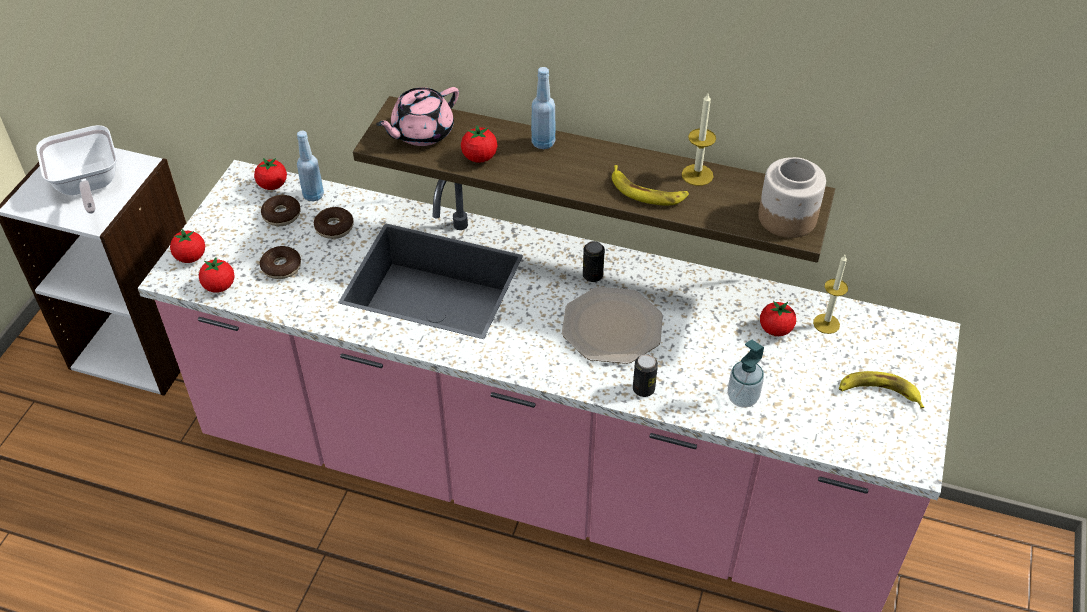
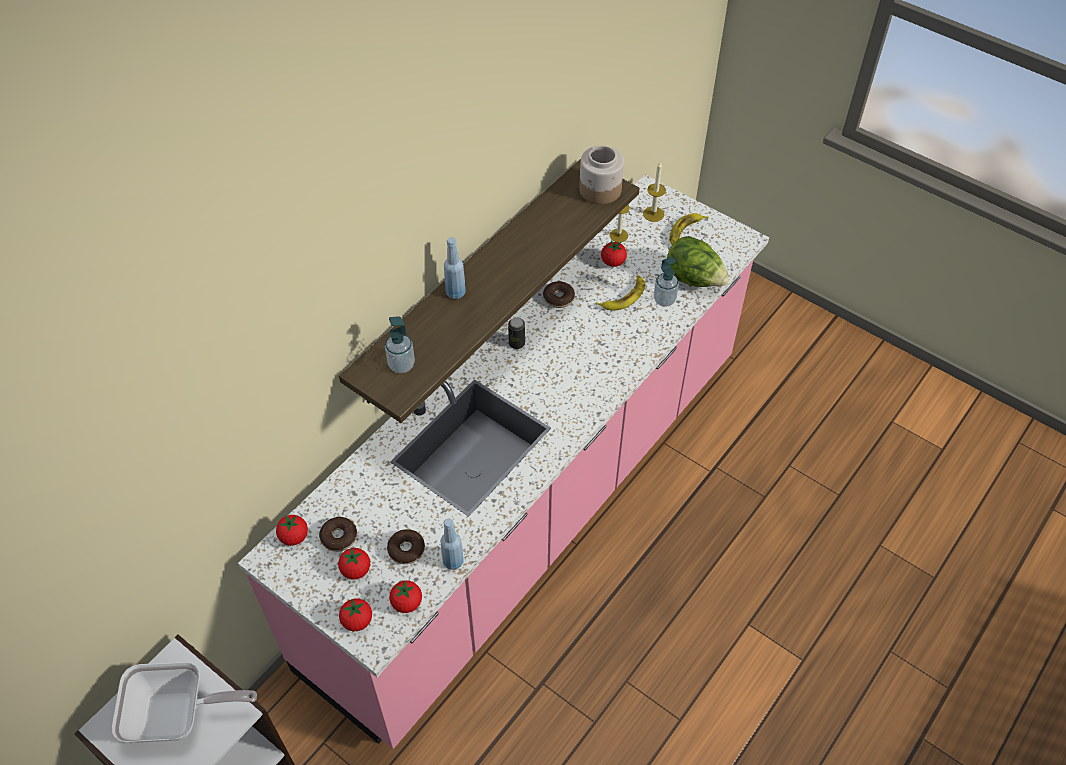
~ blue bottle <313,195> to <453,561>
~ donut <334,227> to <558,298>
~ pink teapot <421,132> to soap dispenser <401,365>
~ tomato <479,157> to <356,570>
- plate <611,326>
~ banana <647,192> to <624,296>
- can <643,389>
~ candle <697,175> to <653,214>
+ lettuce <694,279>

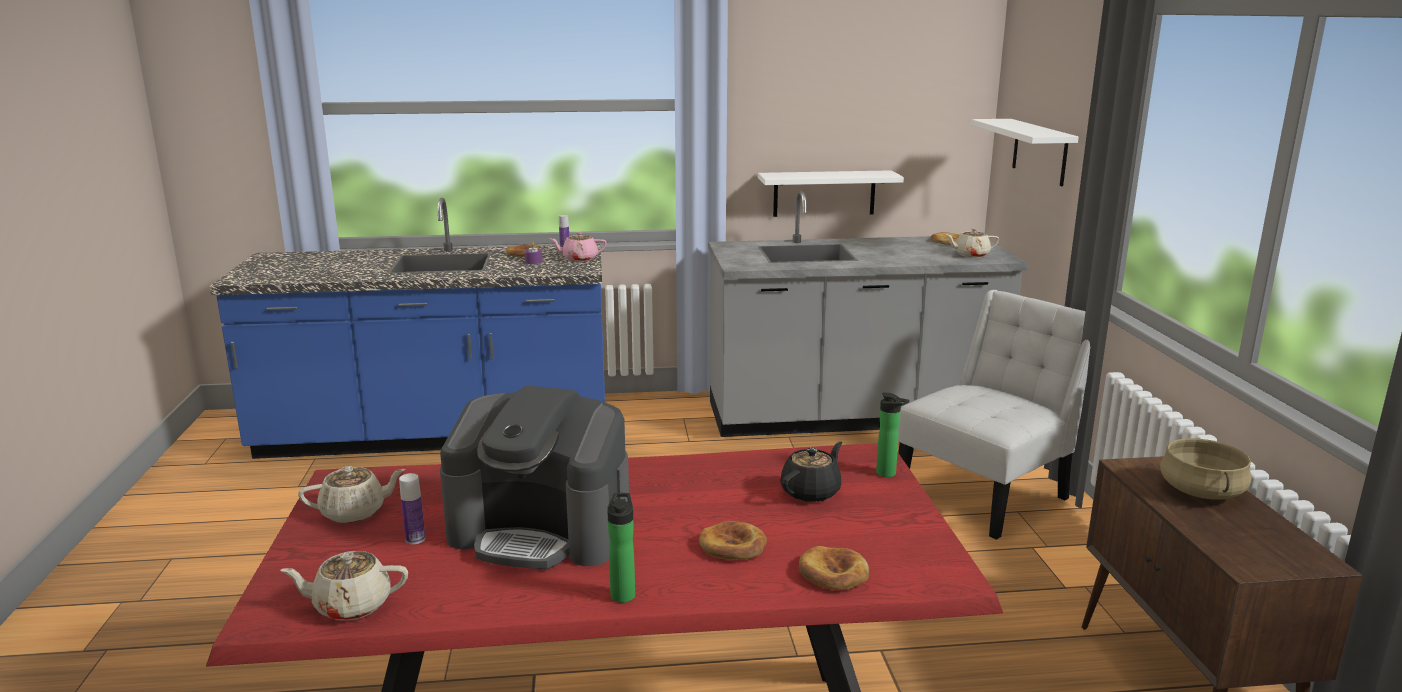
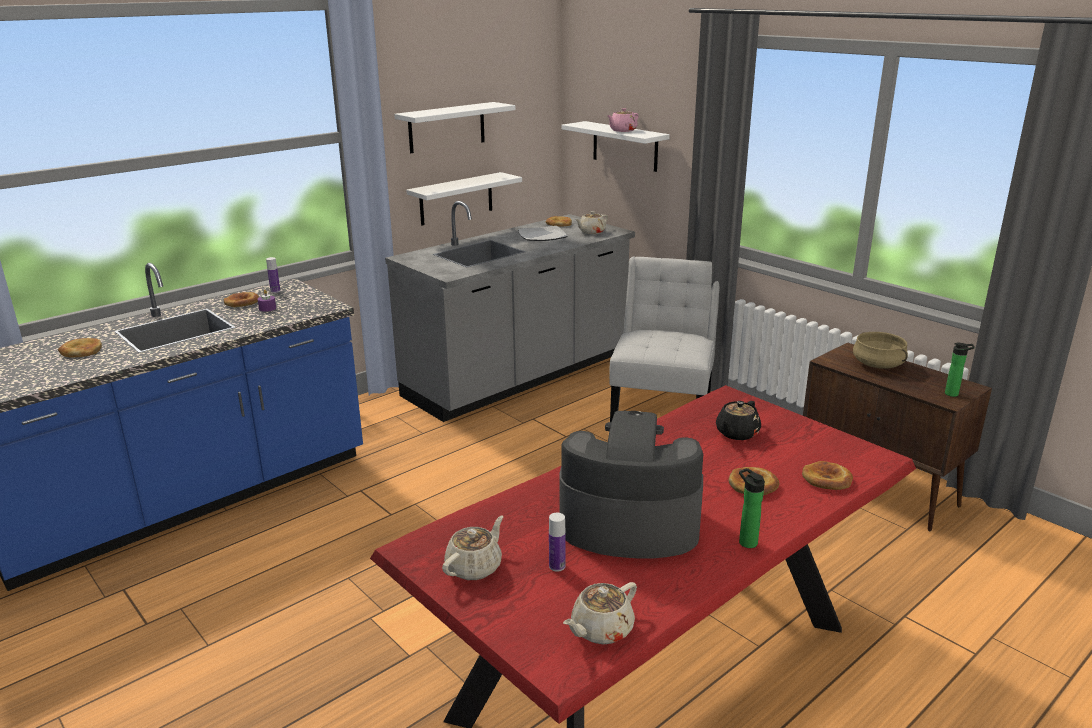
~ coffee machine <542,530> = <628,523> 150 degrees counterclockwise
~ pink teapot <579,259> to <622,130>
~ black teapot <811,492> = <736,433> 150 degrees counterclockwise
~ bottle <888,474> to <953,394>
+ bread <81,351>
+ white shelf <447,127>
+ plate <543,236>

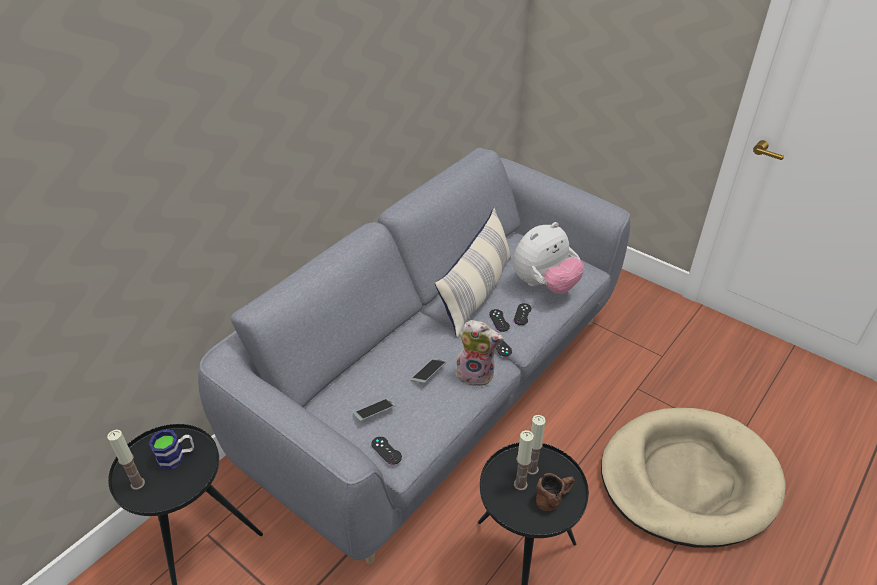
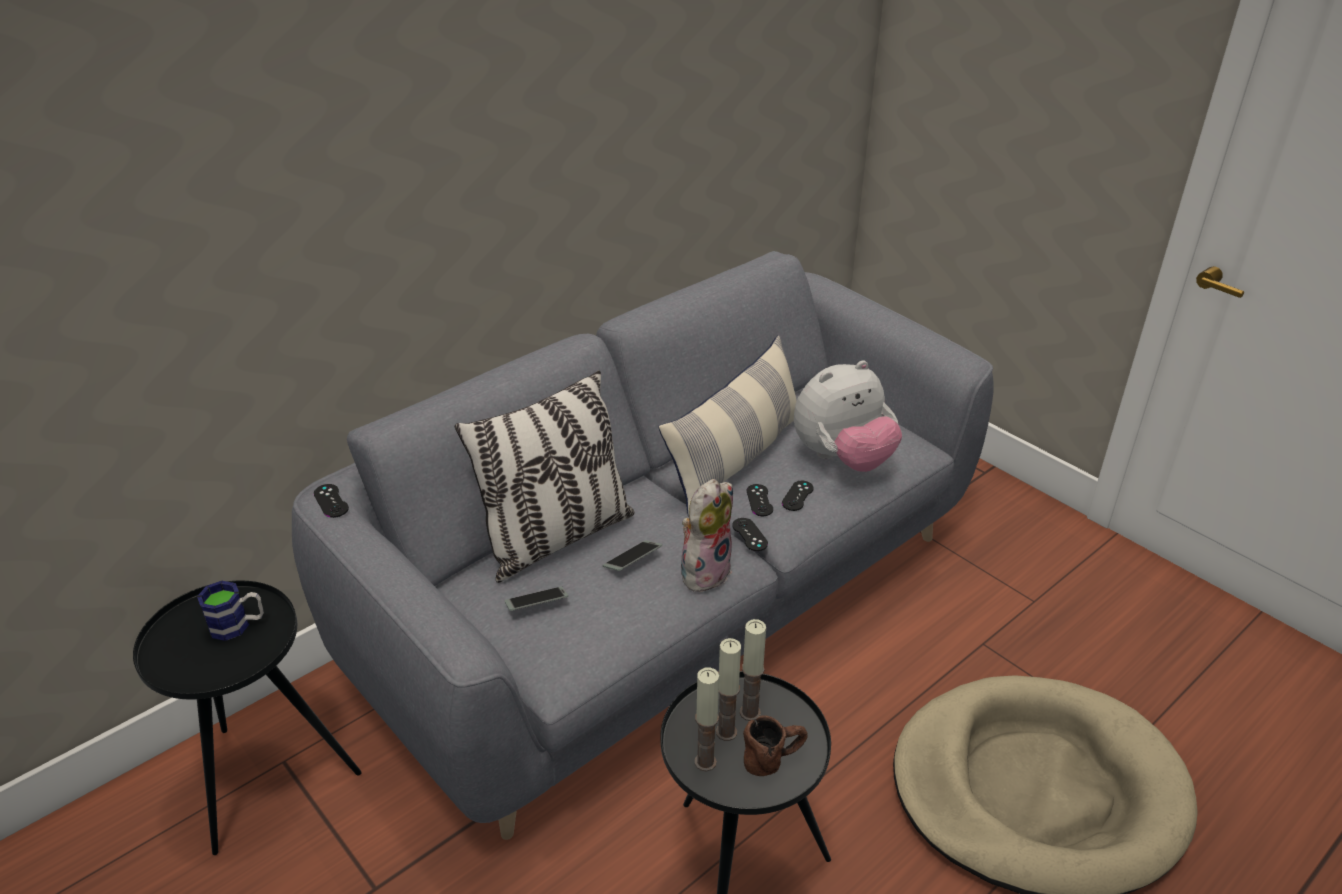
~ candle <137,484> to <705,762>
~ black game controller <386,450> to <331,501>
~ plush toy <476,374> = <704,571> 75 degrees counterclockwise
+ pillow <557,538>

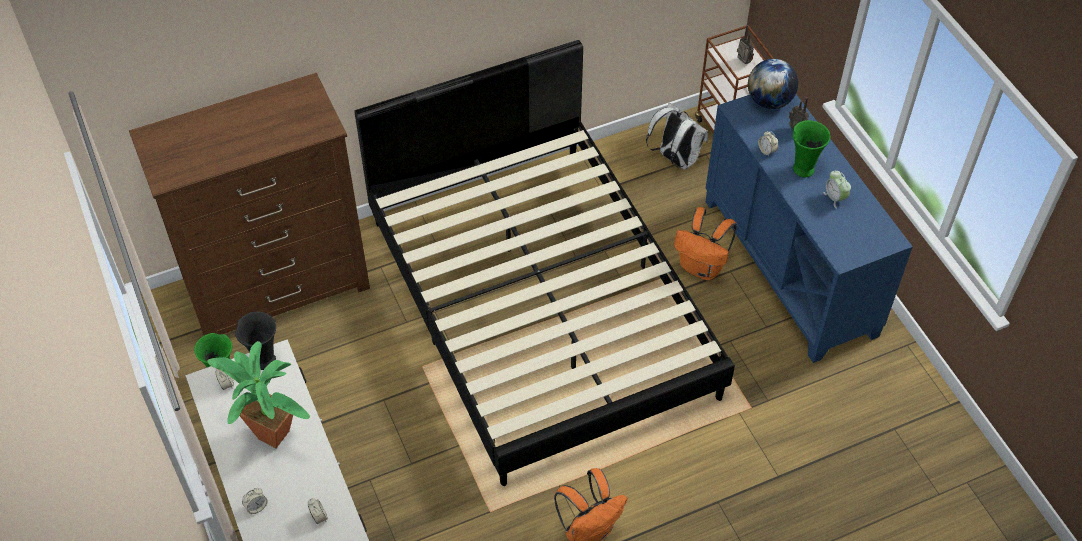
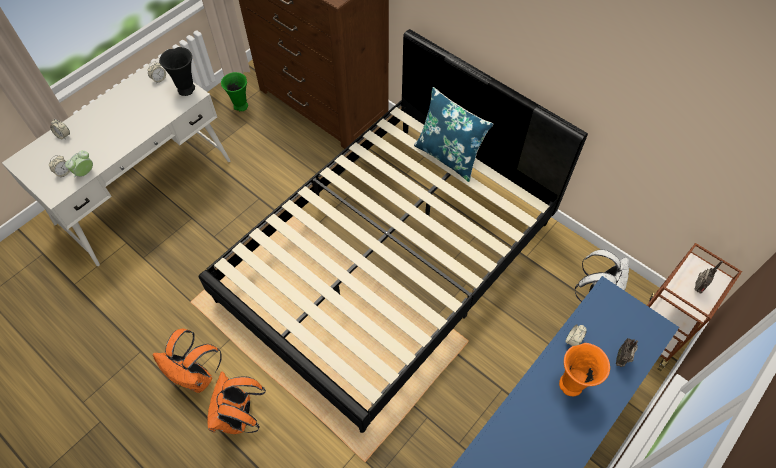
- potted plant <271,430>
~ orange backpack <702,267> to <240,416>
- globe <769,101>
~ green vase <803,168> to orange vase <572,384>
~ alarm clock <835,198> to <85,173>
+ blue pillow <448,156>

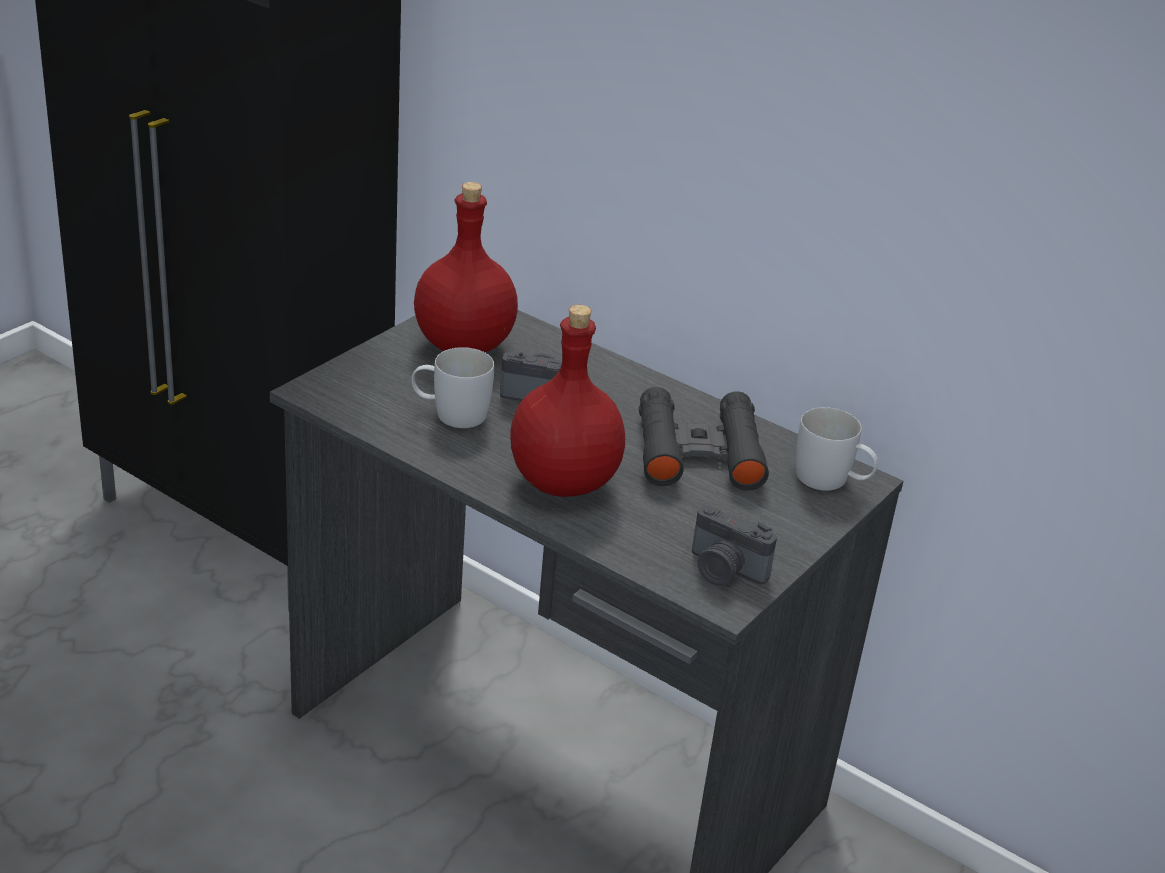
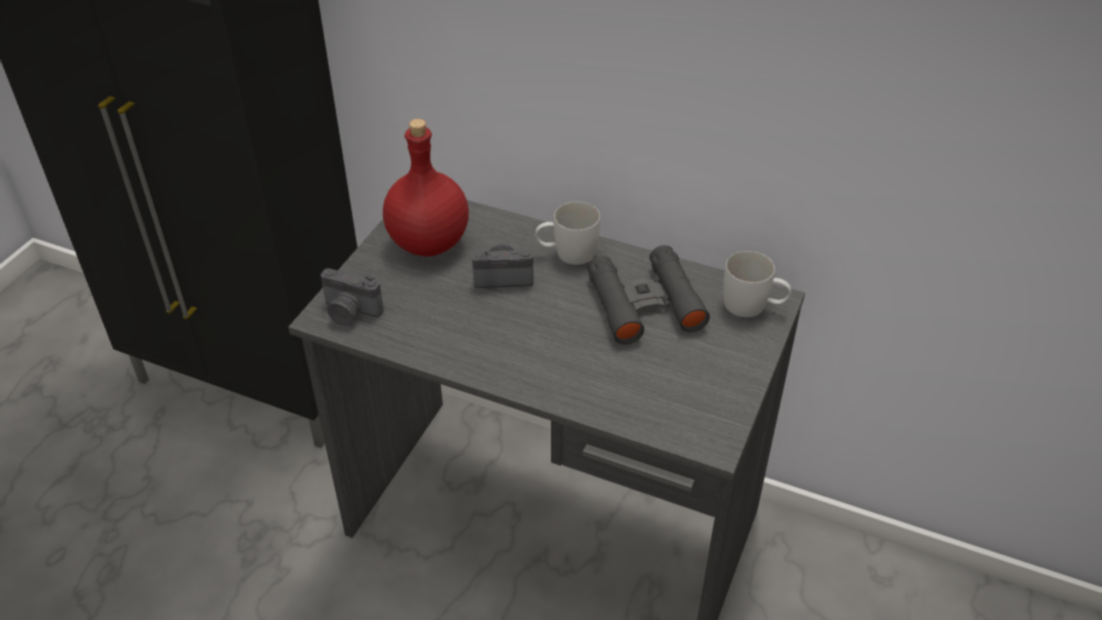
~ white mug <450,413> to <567,253>
- red bottle <565,482>
~ photo camera <724,571> to <350,312>

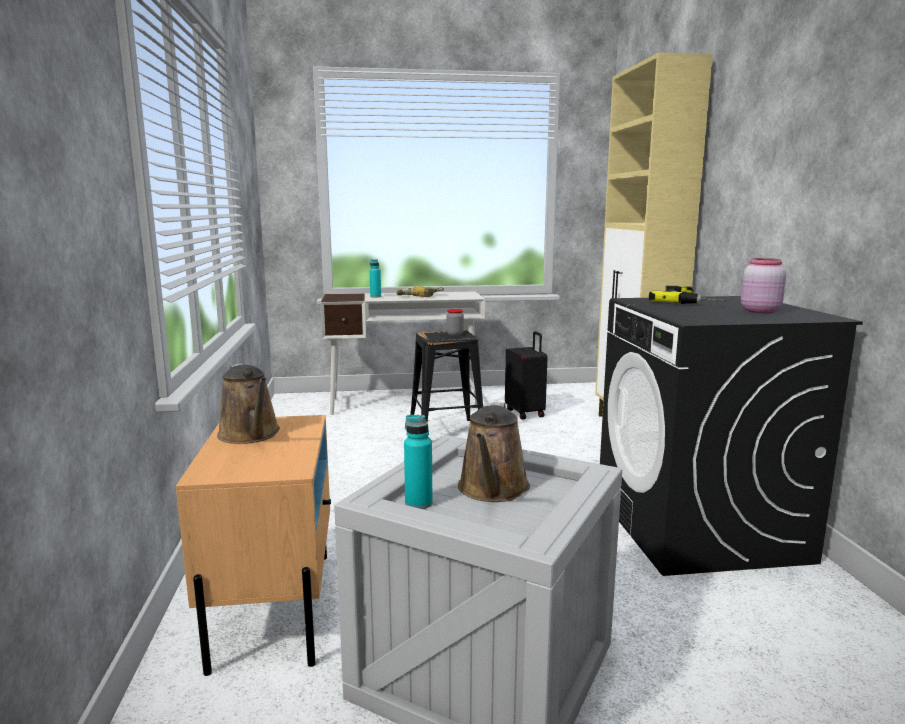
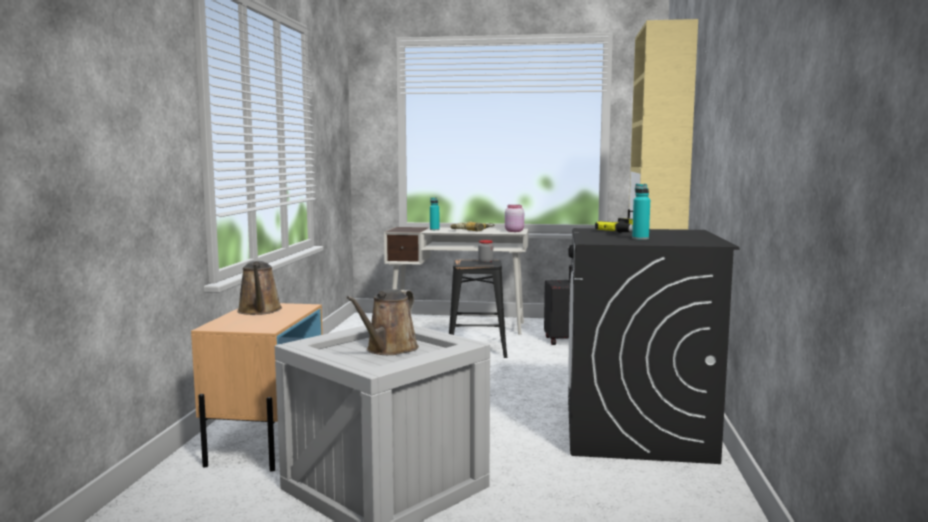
~ turquoise bottle <418,503> to <640,238>
~ pink jar <759,311> to <514,231>

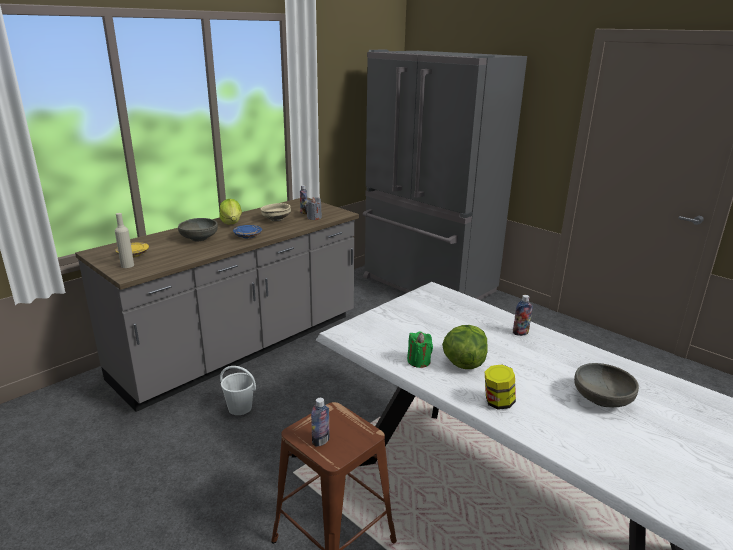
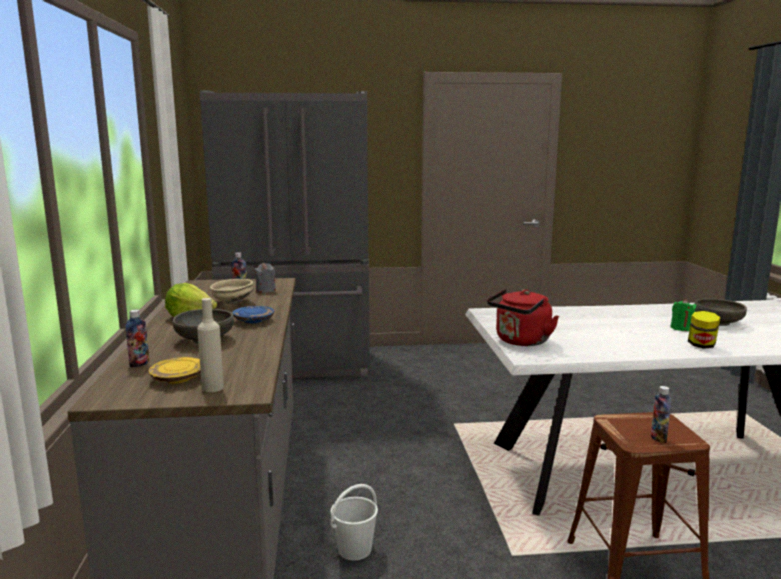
~ green candle <418,361> to <681,328>
- lettuce <463,363>
~ bottle <520,333> to <139,364>
+ red kettle <521,341>

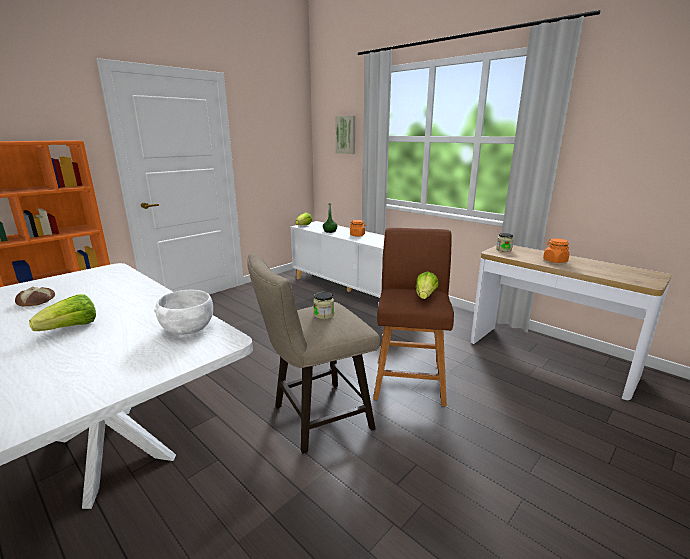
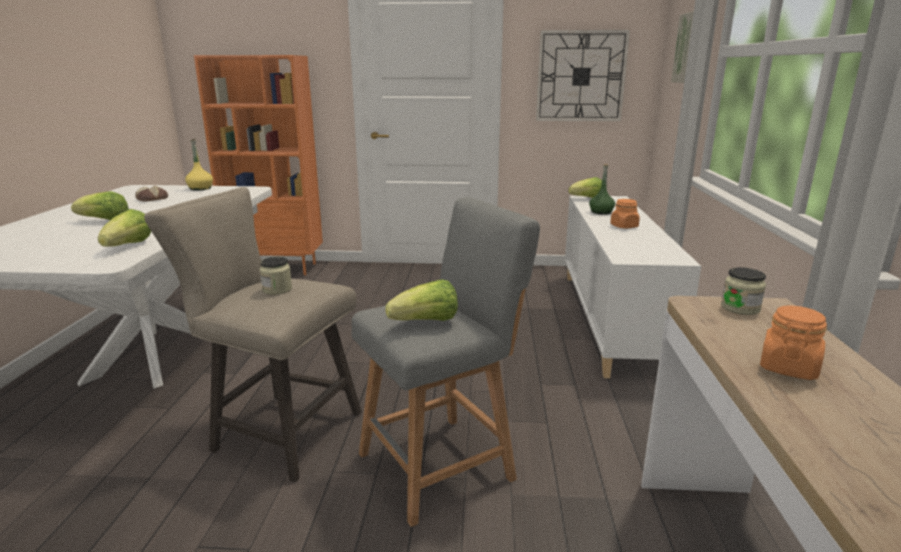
~ white bowl <187,328> to lettuce <129,246>
~ brown stool <409,379> to grey stool <442,463>
+ yellow bottle <200,188>
+ wall clock <581,76>

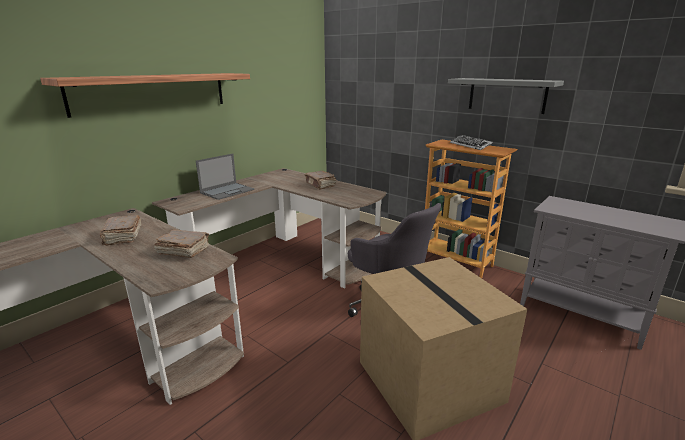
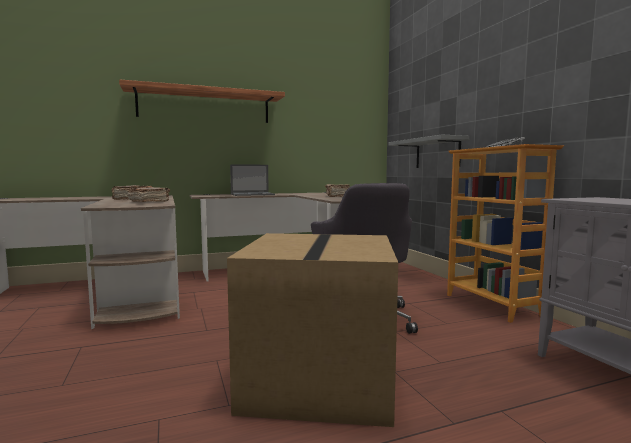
~ grey shelf <507,95> to <437,153>

